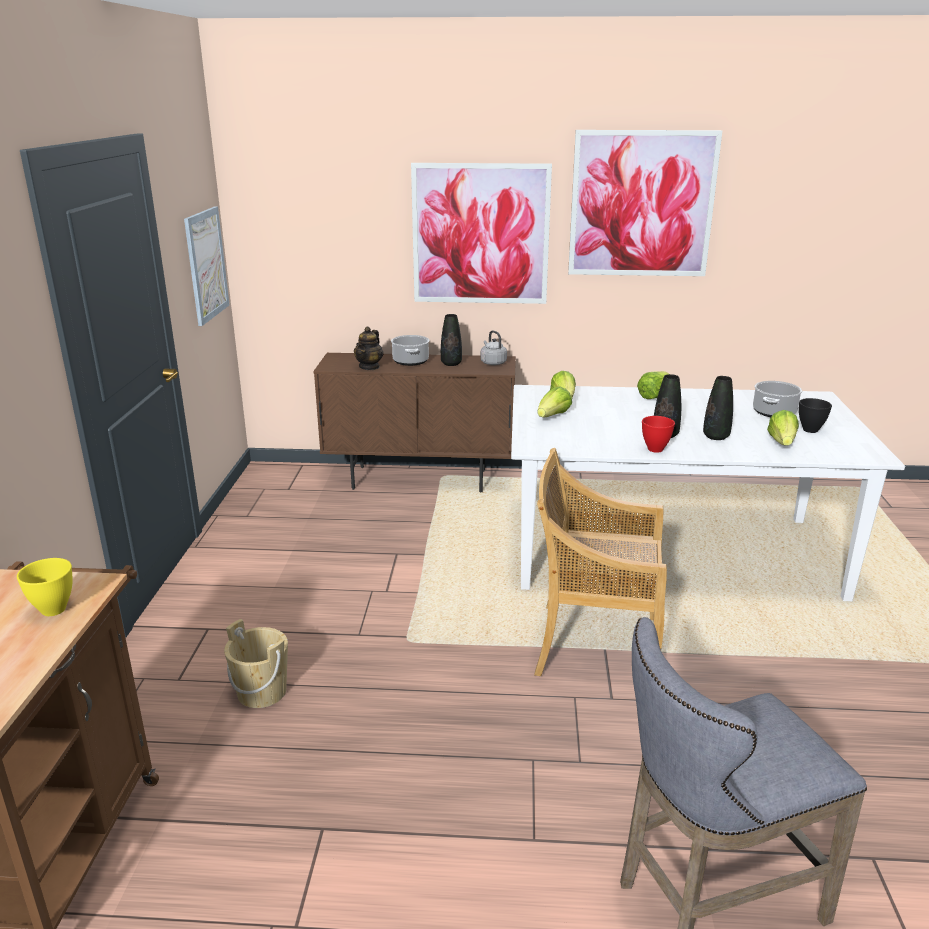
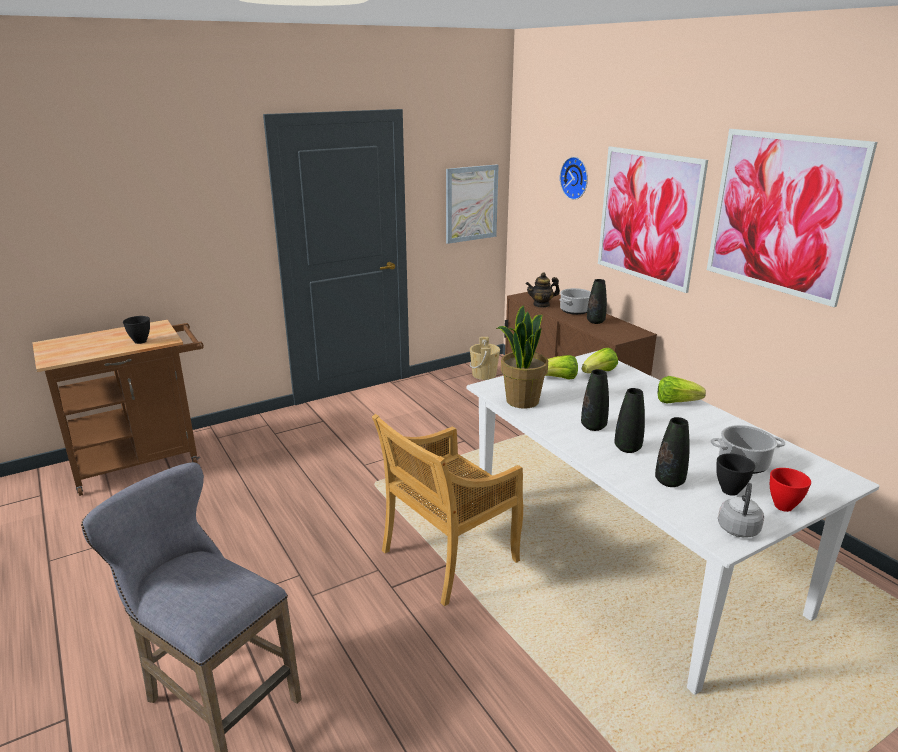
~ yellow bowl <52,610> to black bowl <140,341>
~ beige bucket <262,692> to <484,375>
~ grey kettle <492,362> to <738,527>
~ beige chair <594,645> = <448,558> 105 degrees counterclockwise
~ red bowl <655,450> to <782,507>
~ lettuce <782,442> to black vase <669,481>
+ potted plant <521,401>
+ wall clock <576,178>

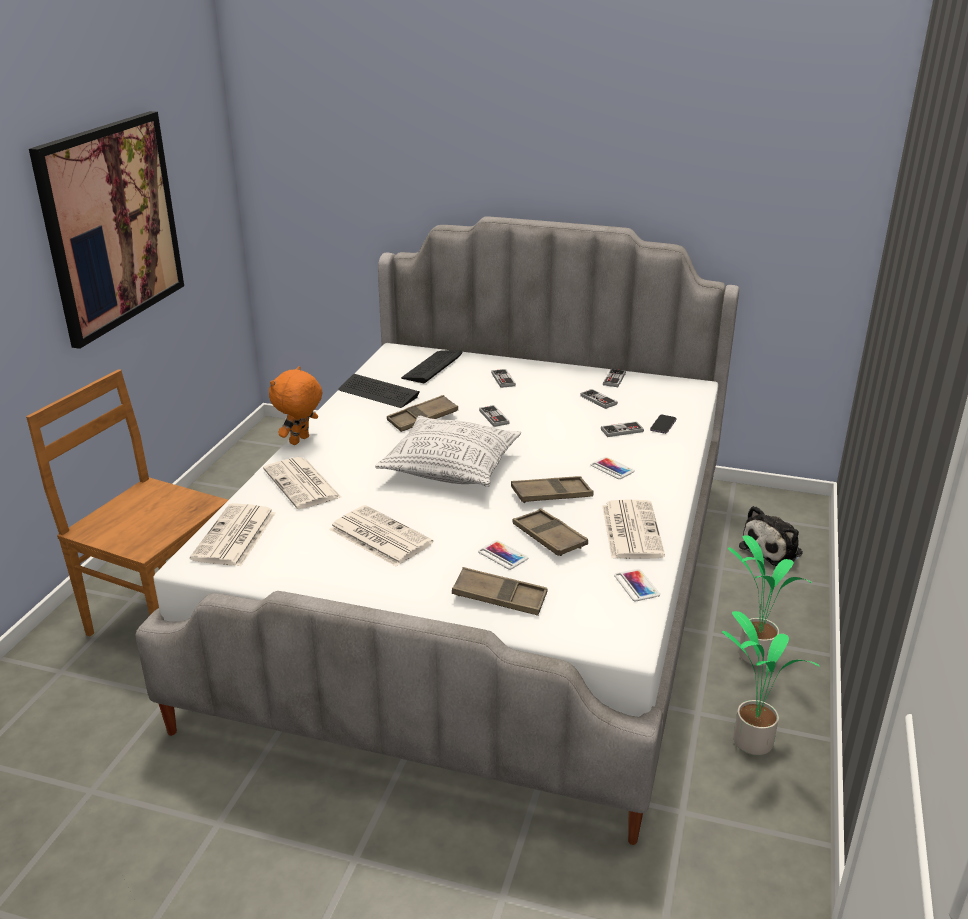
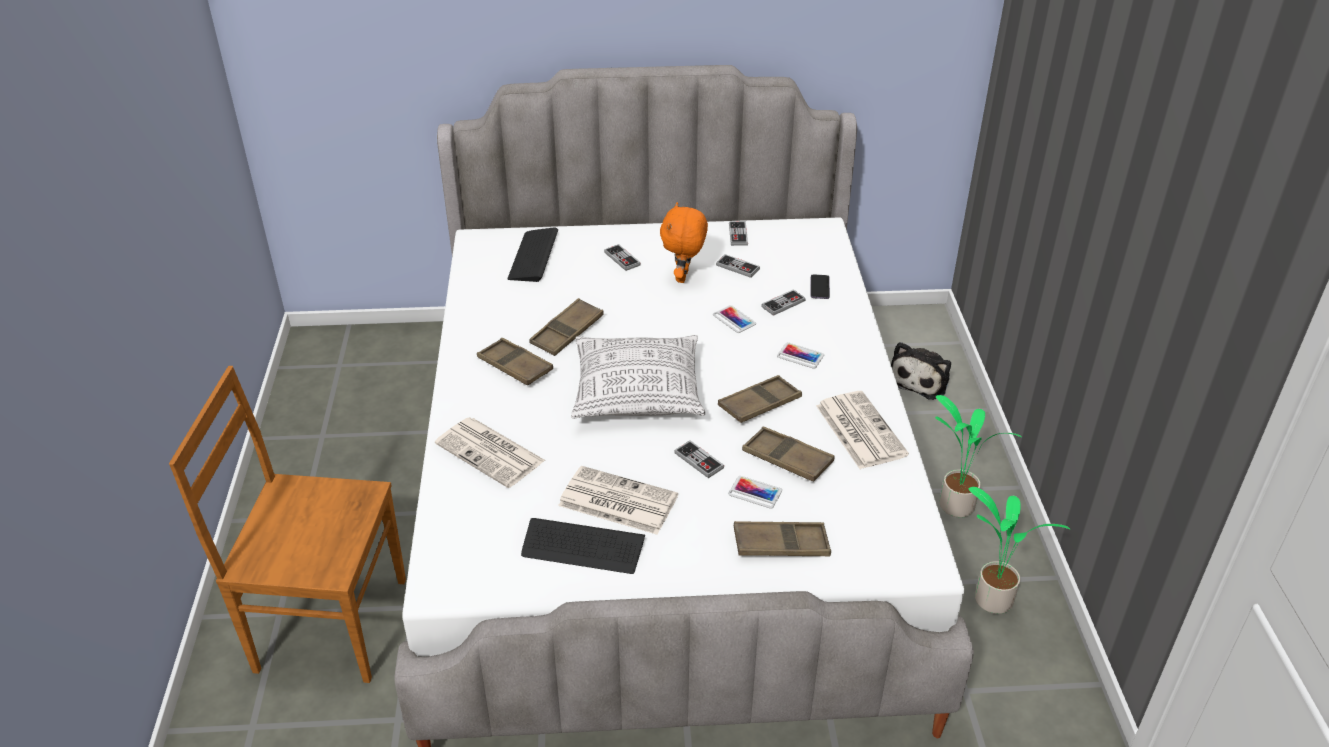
- picture <112,225>
- newspaper <235,537>
~ orange plush toy <300,441> to <684,277>
~ keyboard <378,393> to <582,548>
~ game controller <494,417> to <699,460>
~ phone <636,585> to <734,319>
+ brown tray <515,366>

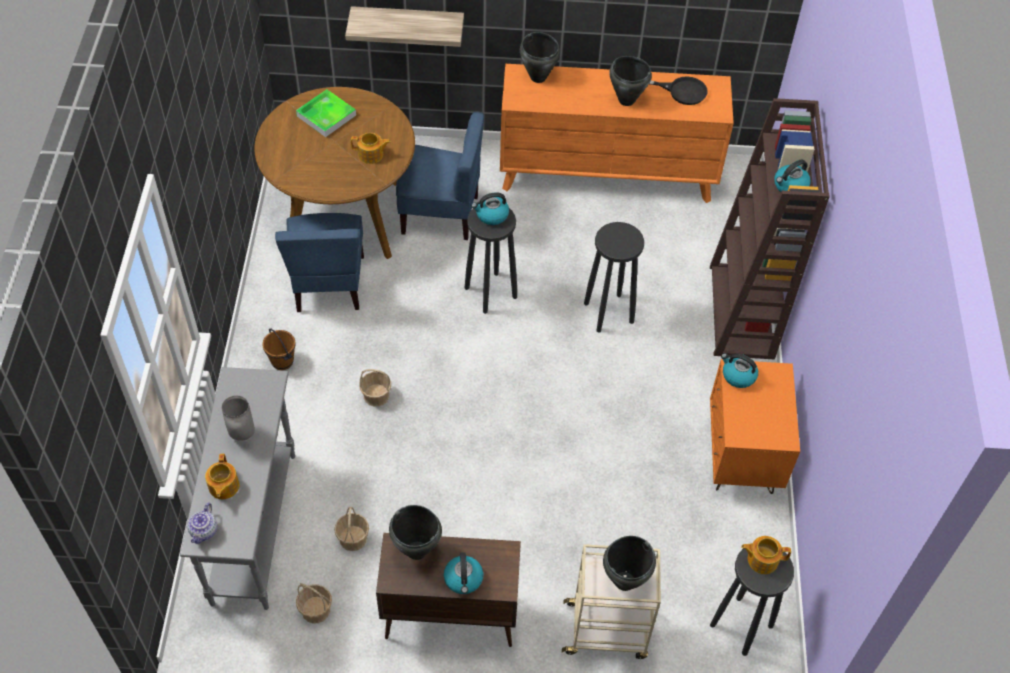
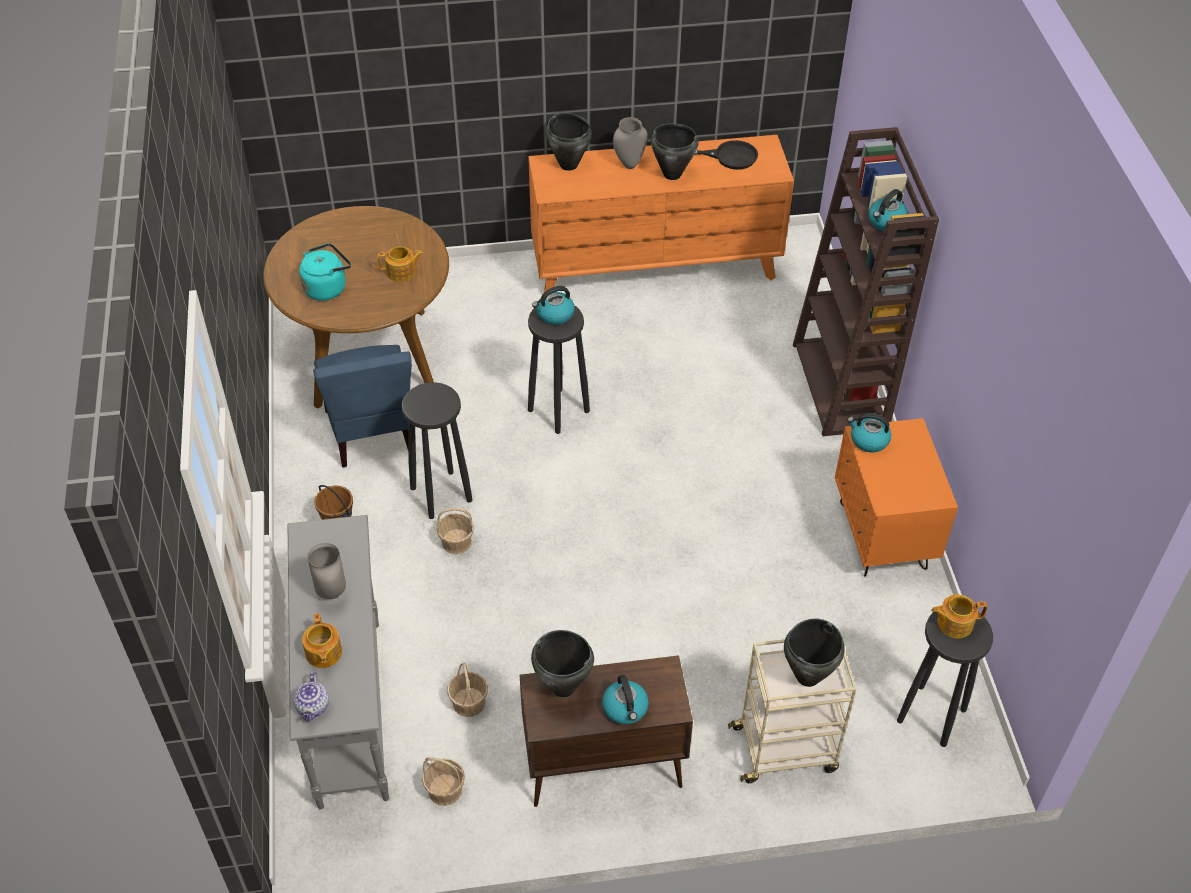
- tray <326,115>
- shelf <407,23>
- blue chair <440,214>
~ black stool <608,312> to <441,493>
+ turquoise kettle <327,287>
+ grey vase <629,165>

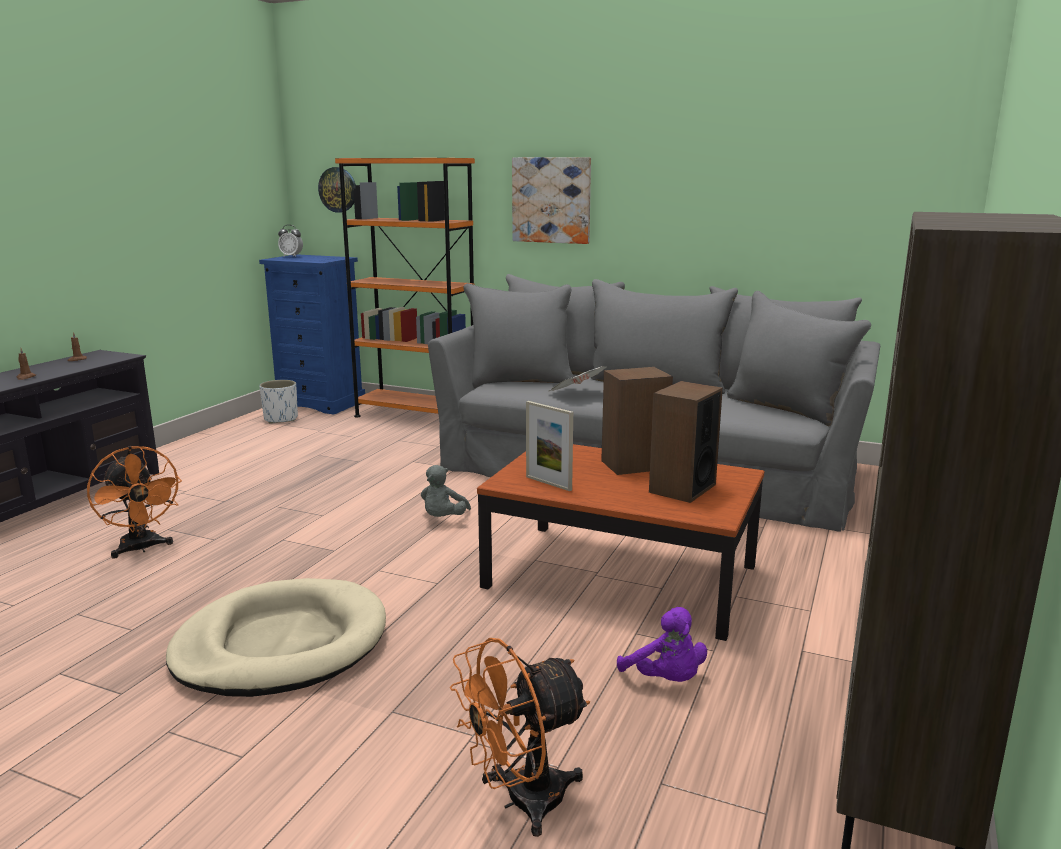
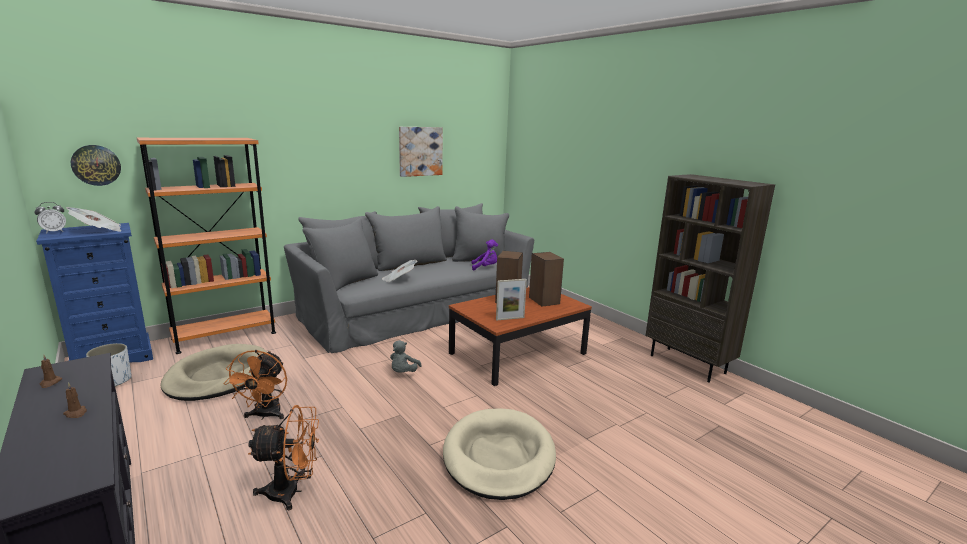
~ grey plush toy <443,519> = <403,373> 60 degrees clockwise
~ orange fan <521,802> to <265,415>
~ picture <551,200> to <420,151>
~ purple plush toy <666,680> to <485,267>
+ newspaper <98,231>
+ beige dog bed <218,376>

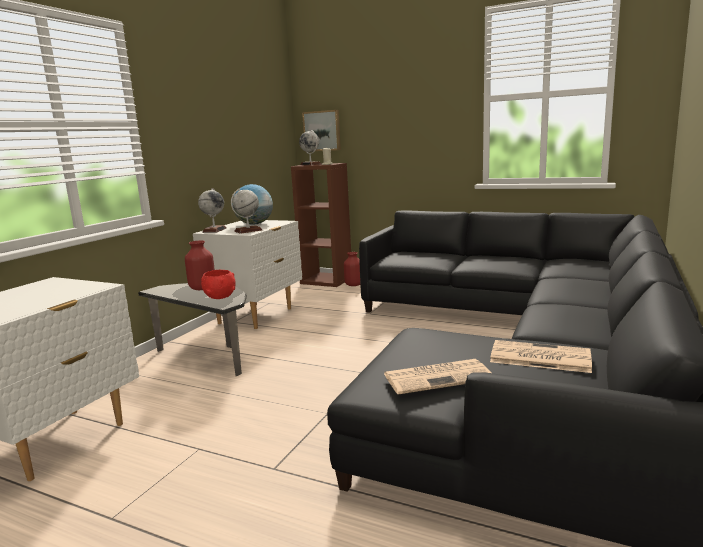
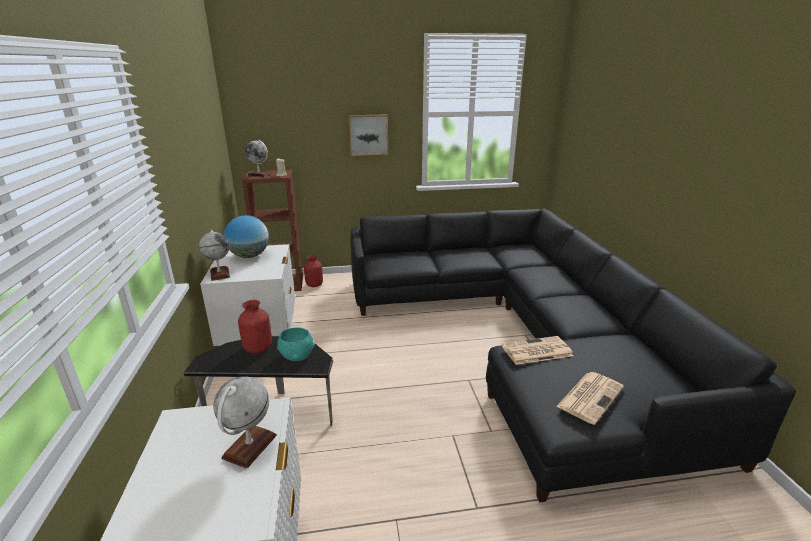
~ red bowl <220,296> to turquoise bowl <297,355>
~ globe <248,231> to <249,446>
~ picture <322,131> to <368,134>
~ newspaper <538,357> to <536,351>

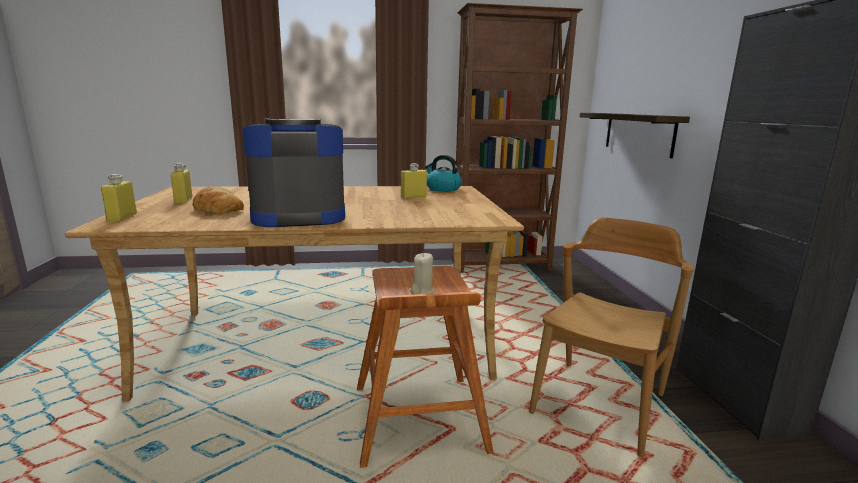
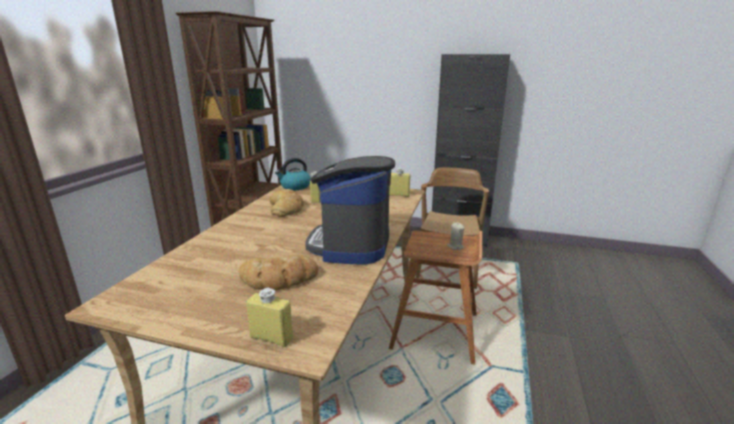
~ yellow bottle <183,200> to <399,195>
~ brown chair <599,404> = <448,269> 45 degrees clockwise
- shelf <638,133>
+ bread <286,207>

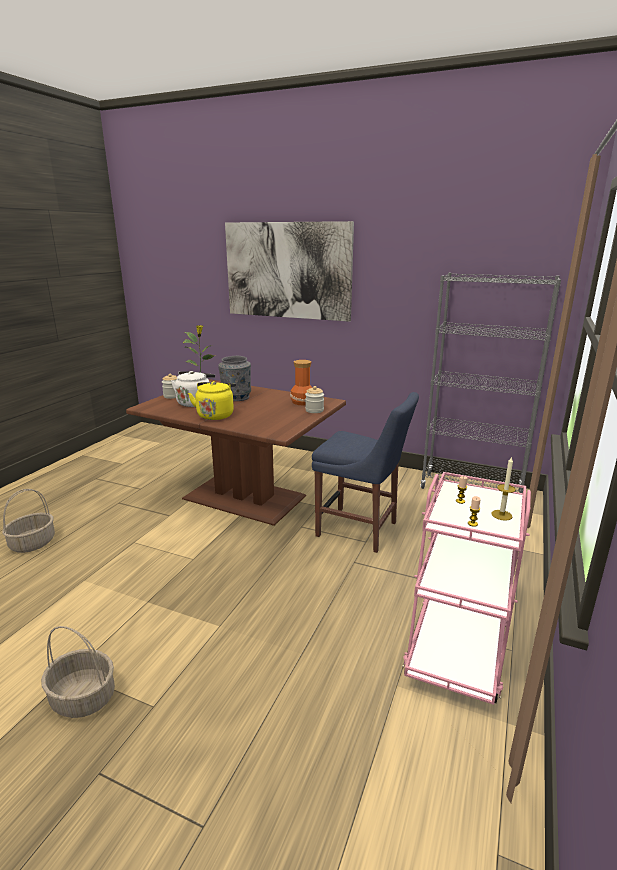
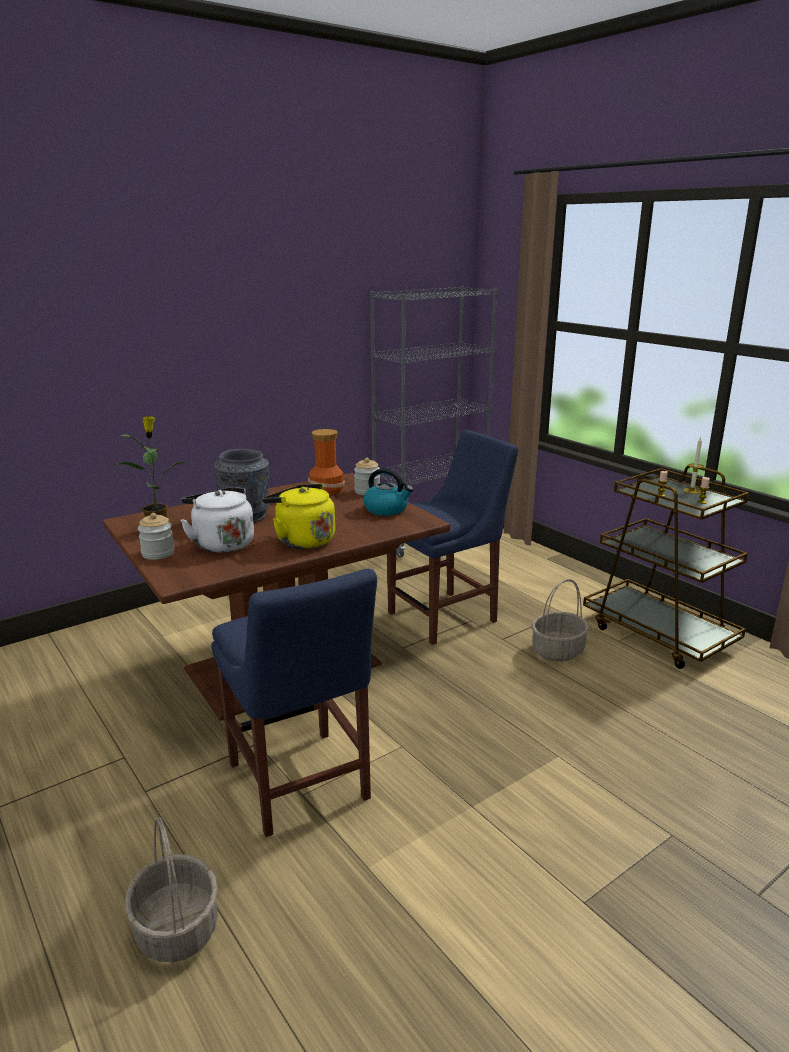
~ basket <82,698> to <557,651>
- picture <288,270>
~ pink cart <457,647> to brown cart <658,634>
+ blue chair <300,786>
+ kettle <387,509>

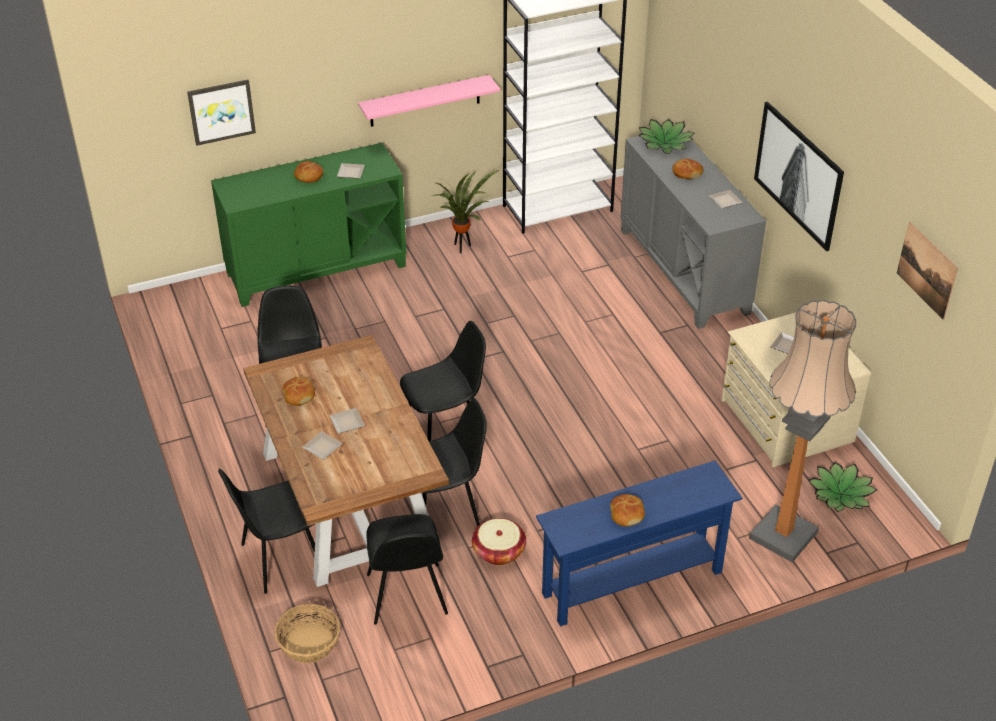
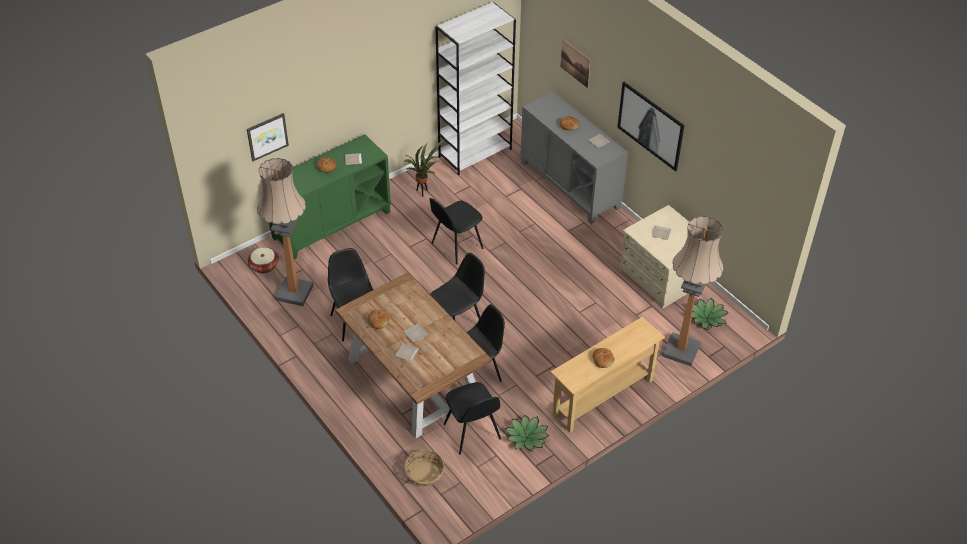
~ black chair <280,559> to <456,246>
- pink shelf <425,101>
~ basket <498,551> to <264,266>
~ blue console table <632,583> to beige console table <603,397>
~ potted plant <665,143> to <526,437>
~ picture <927,270> to <575,63>
+ floor lamp <294,292>

